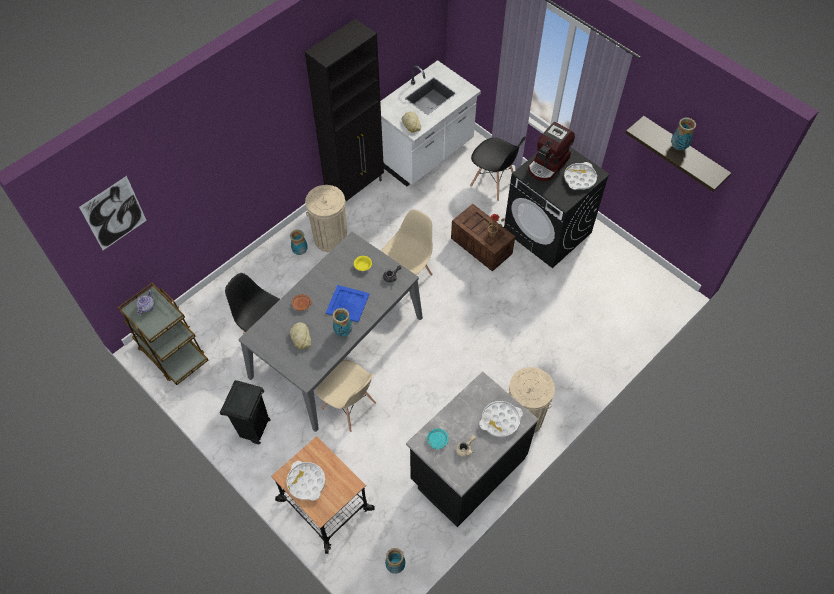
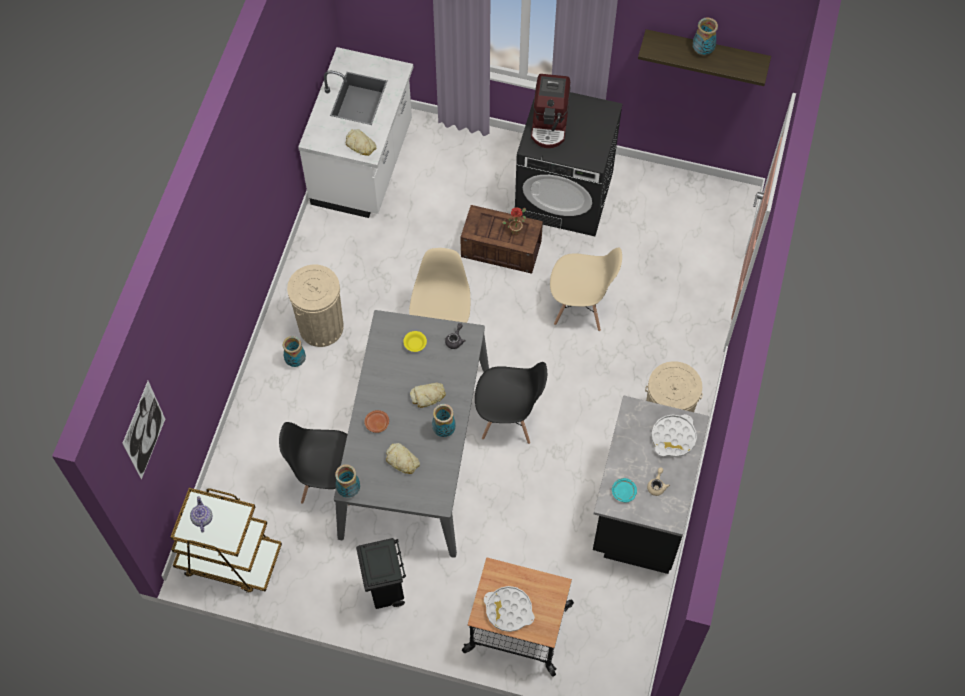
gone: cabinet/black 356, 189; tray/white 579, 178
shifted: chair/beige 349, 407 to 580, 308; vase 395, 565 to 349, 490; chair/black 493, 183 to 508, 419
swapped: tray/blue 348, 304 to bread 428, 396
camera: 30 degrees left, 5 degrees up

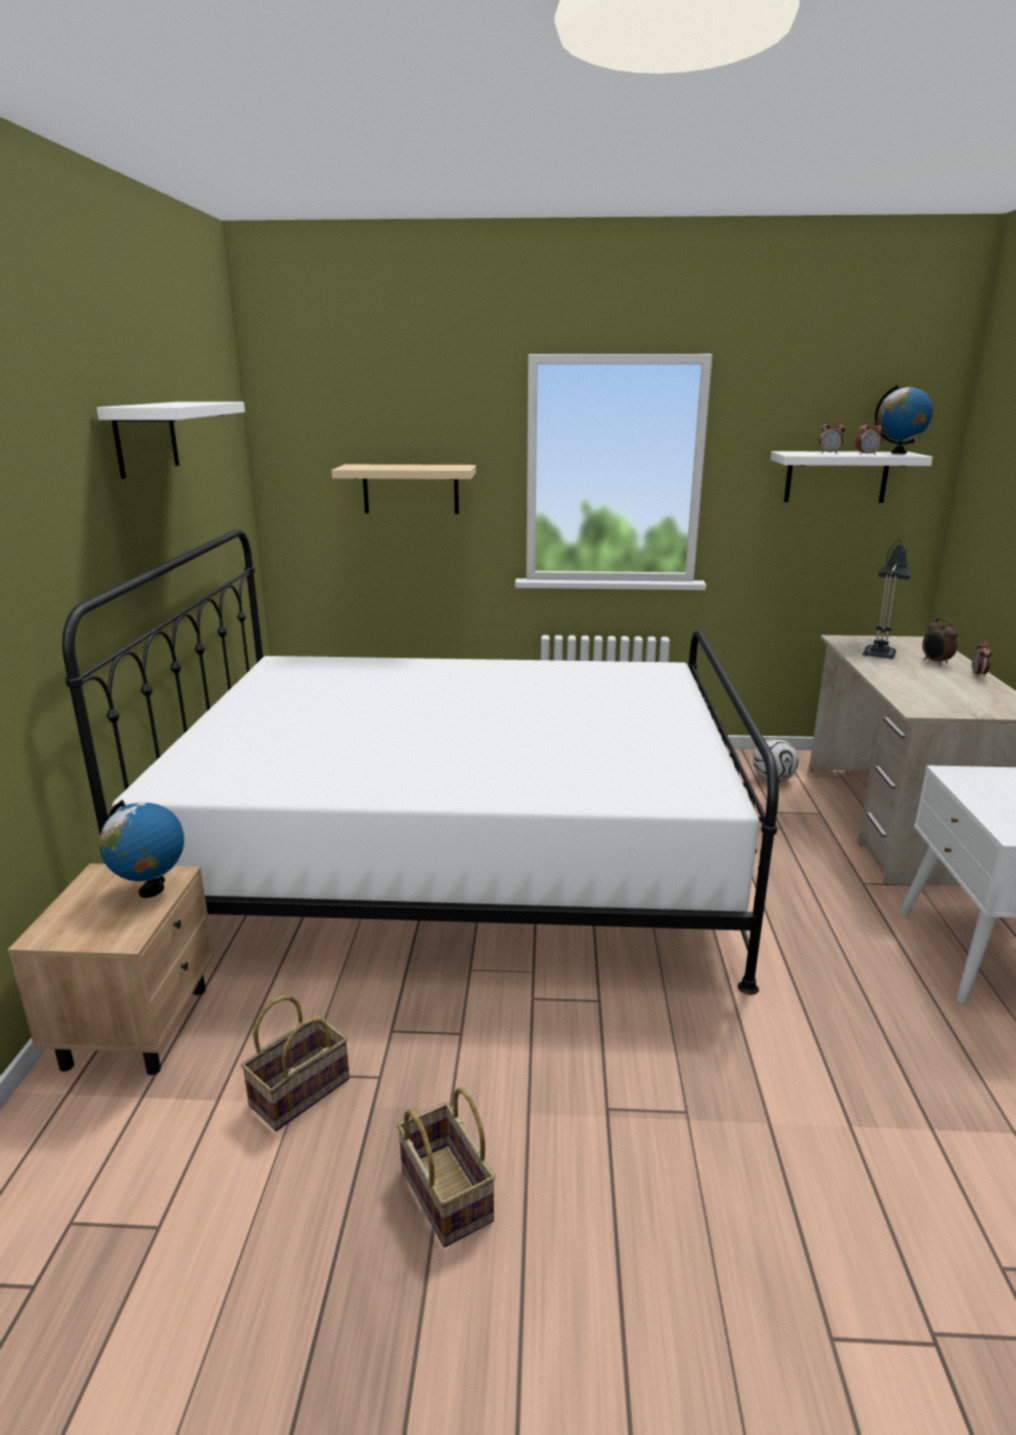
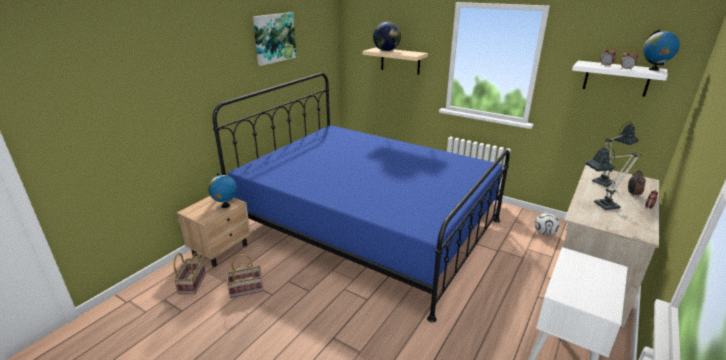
new: globe 386, 51; table lamp 601, 206
shifted: basket 443, 1193 to 192, 283
swapped: shelf/white 146, 438 to picture 274, 38
repainted: bed/white 459, 856 to bed/blue 367, 225
camera: 30 degrees right, 5 degrees up

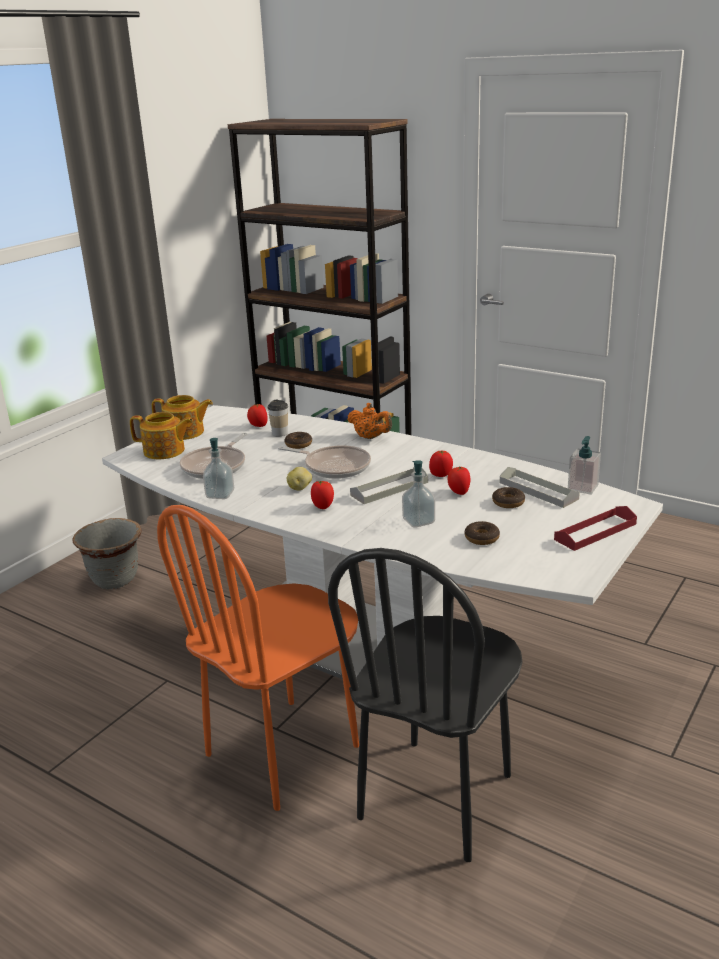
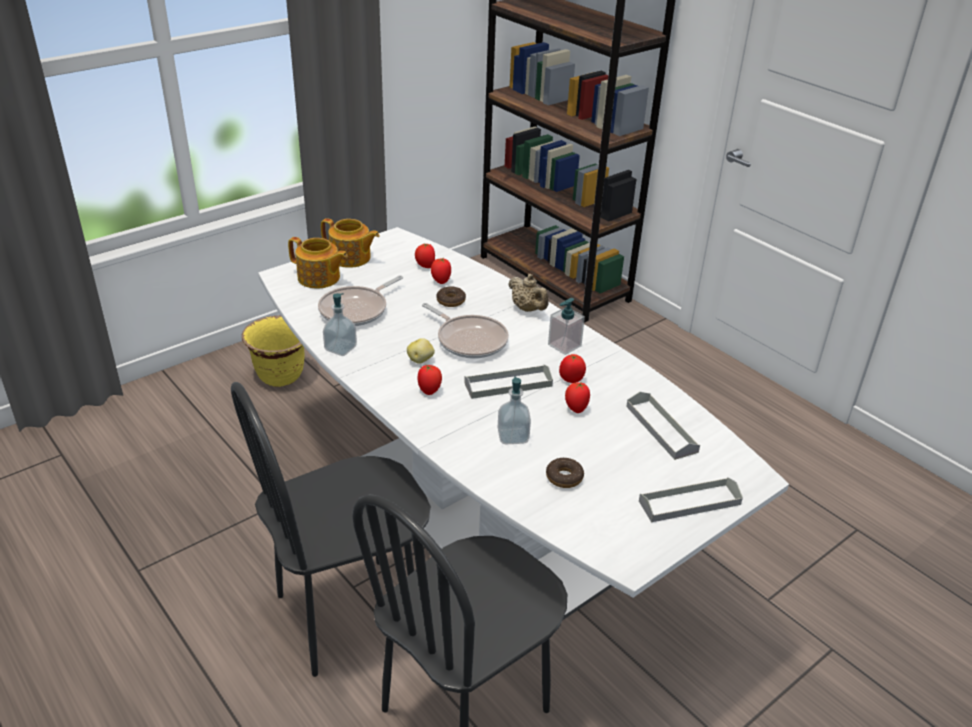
gone: donut 508, 502
shifted: soap dispenser 582, 487 to 564, 345
swapped: cup 280, 433 to tomato 440, 281
repainted: planter/grey 115, 579 to planter/yellow 281, 376; chair/orange 283, 751 to chair/black 348, 613; teapot/orange 370, 437 to teapot/beige 528, 309; tray/red 595, 532 to tray/grey 689, 503
camera: 15 degrees right, 10 degrees up

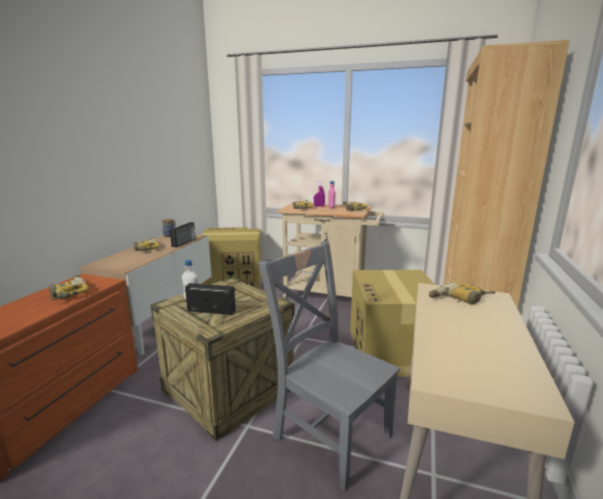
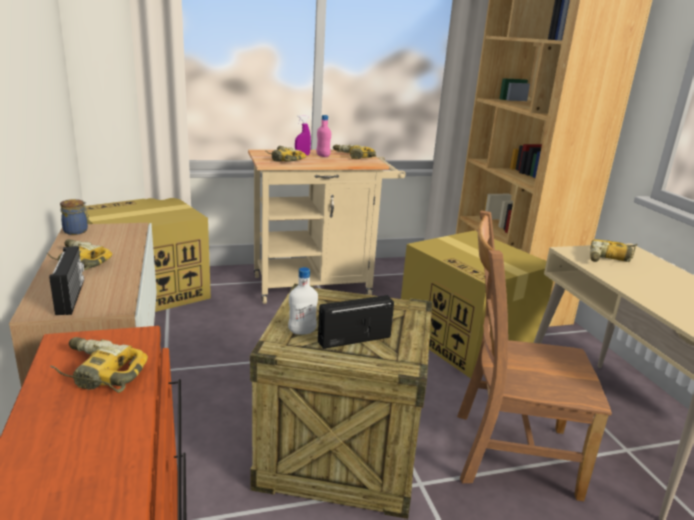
shifted: radio 184, 242 to 72, 297
repainted: chair/grey 329, 433 to chair/brown 508, 452
camera: 35 degrees left, 5 degrees up

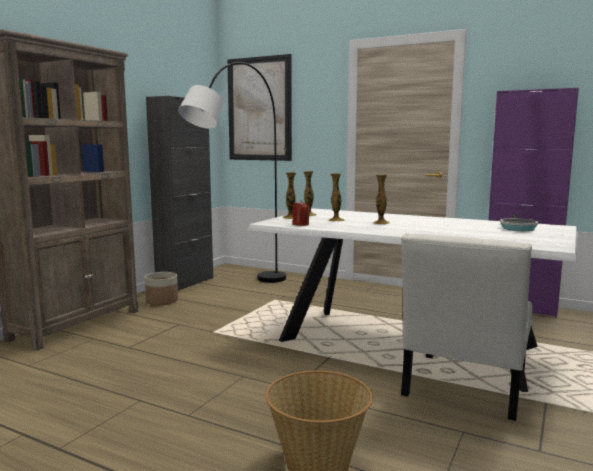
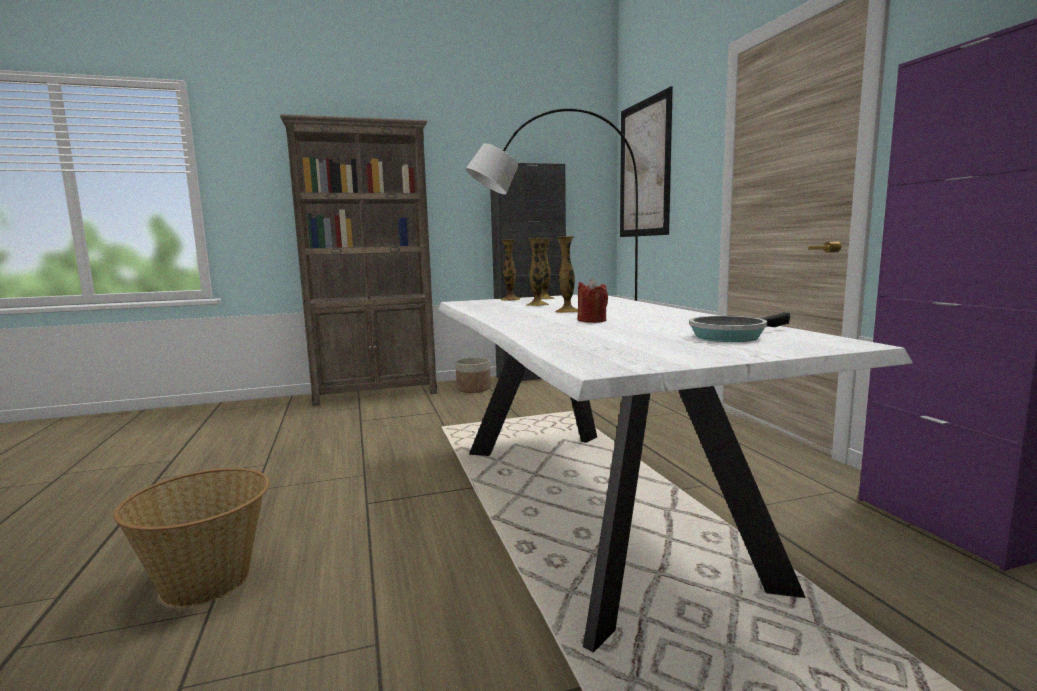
gone: chair/white 463, 388
shifted: candle/red 300, 224 to 592, 320
camera: 45 degrees right, 0 degrees up

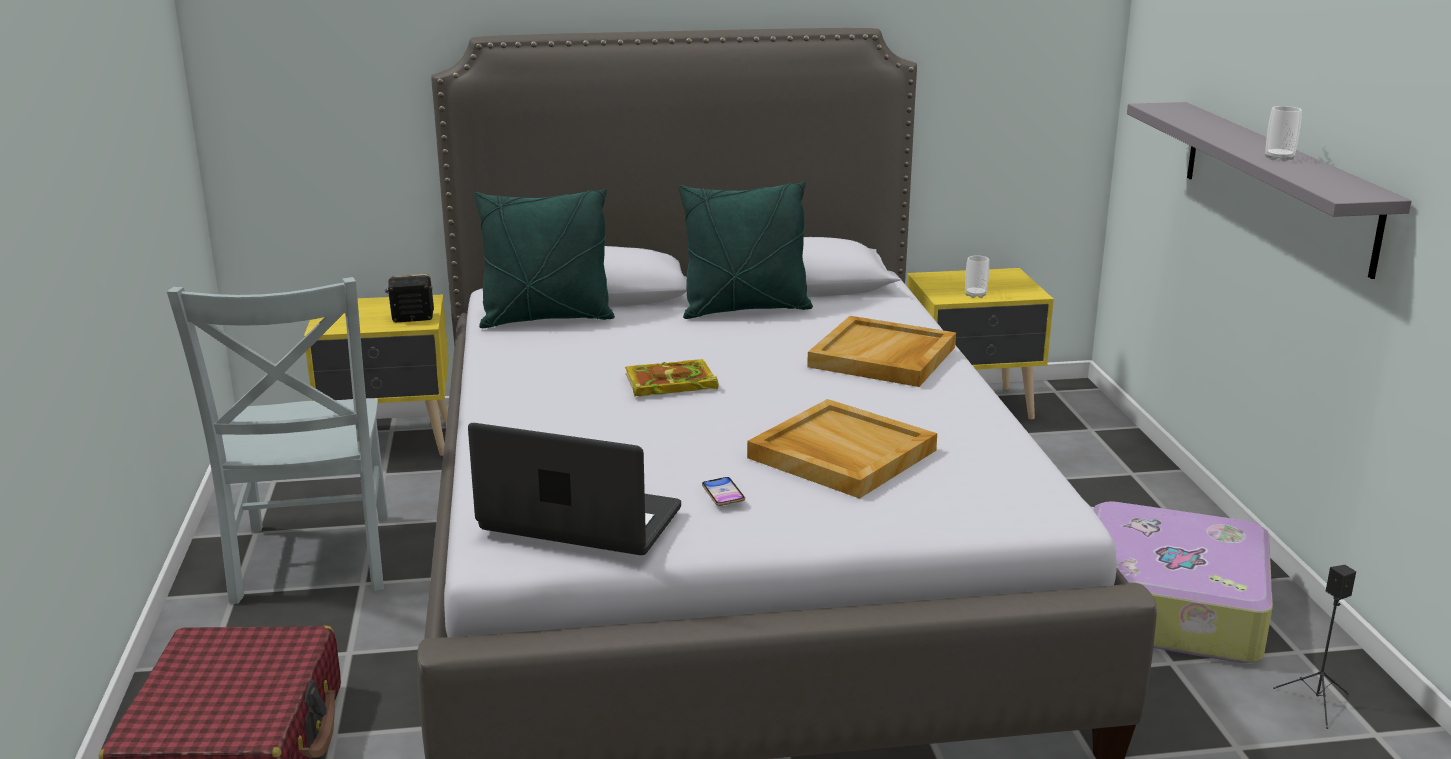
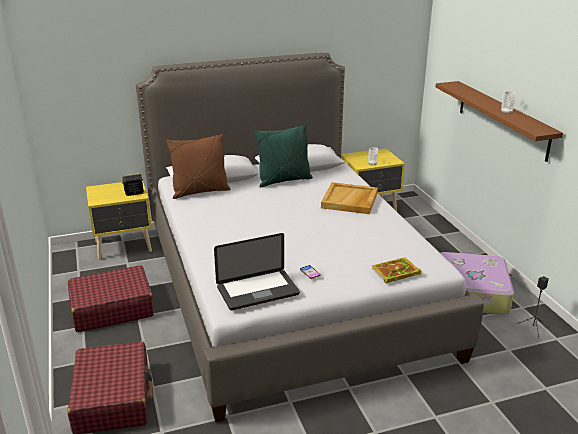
gone: tray/beige 840, 454
shifted: book 668, 384 to 395, 273
swapped: chair/grey 312, 562 to suitcase/red 111, 308
repainted: pillow/green 546, 319 to pillow/brown 200, 192; shelf/grey 1276, 183 to shelf/brown 502, 119
rotated: laptop 580, 520 = 258, 291 150 degrees clockwise
camera: 10 degrees left, 5 degrees up

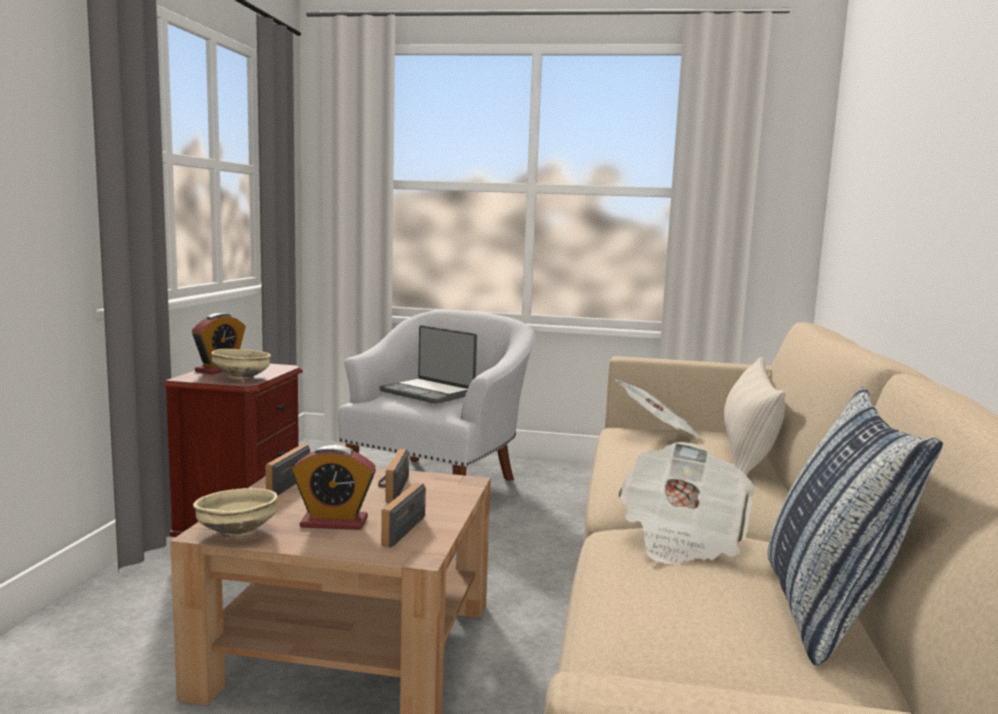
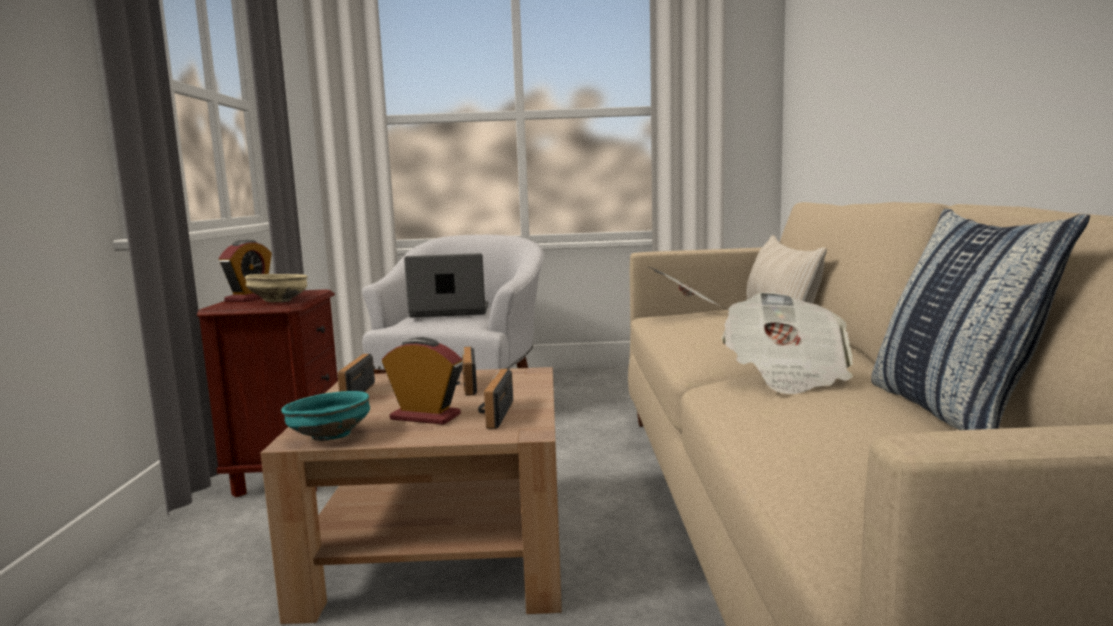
repainted: bowl/beige 237, 532 to bowl/turquoise 329, 436
rotated: alarm clock 334, 522 = 425, 417 150 degrees counterclockwise; laptop 428, 392 = 449, 312 150 degrees clockwise
camera: 10 degrees left, 0 degrees up

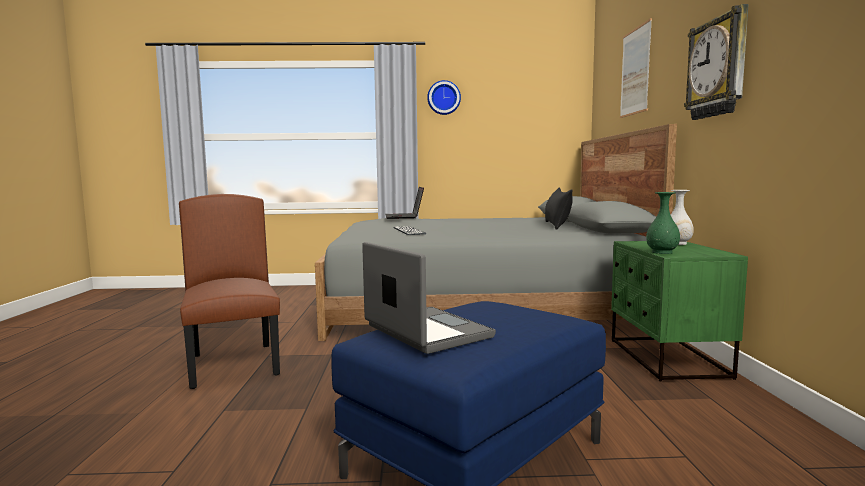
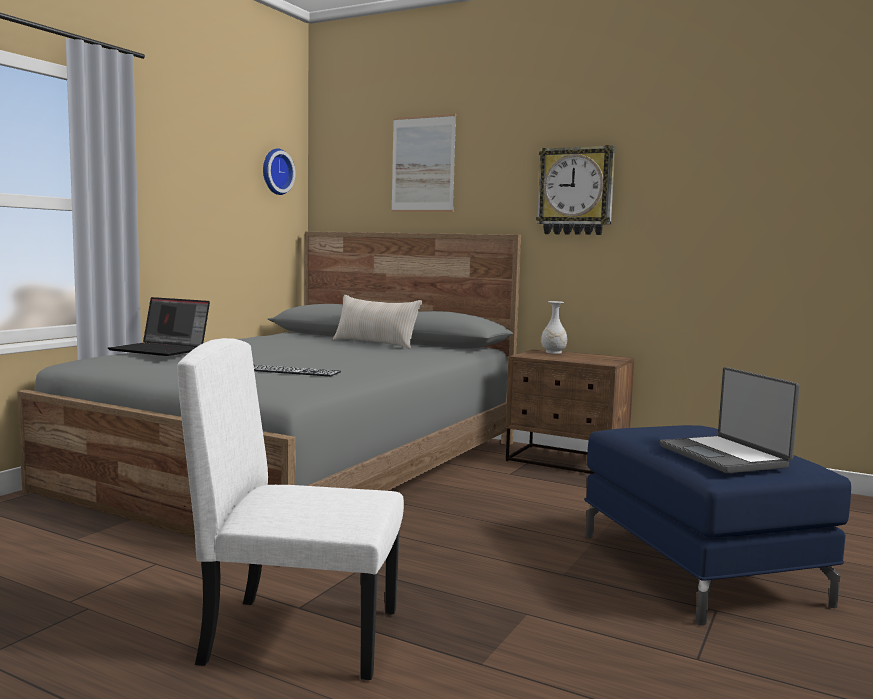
gone: vase/green 662, 252
shifted: wall clock 443, 98 to 275, 171
repainted: chair/brown 235, 364 to chair/white 302, 636; pillow/black 557, 225 to pillow/beige 375, 343; nightstand/green 666, 358 to nightstand/brown 567, 461
rotated: laptop 425, 332 = 725, 456 105 degrees counterclockwise
camera: 60 degrees left, 0 degrees up

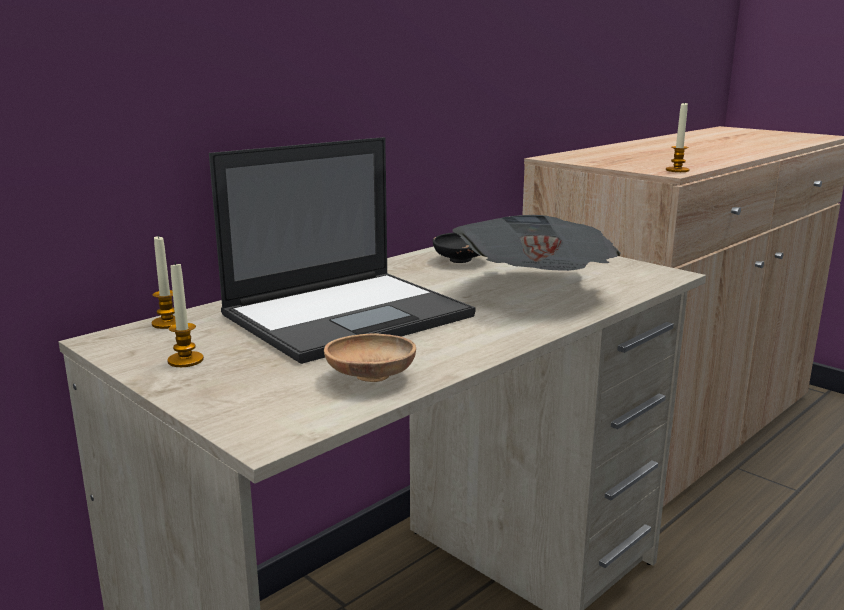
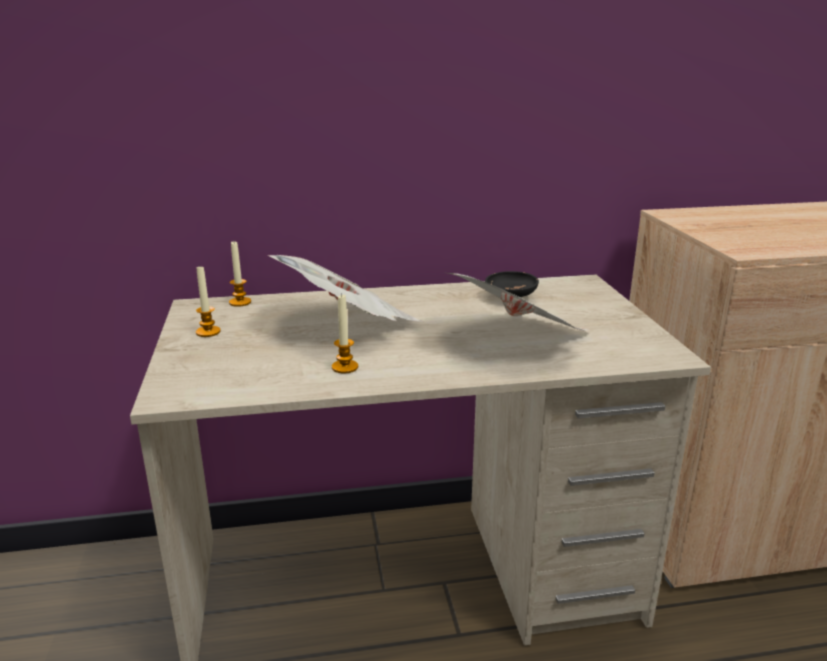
gone: bowl/brown 370, 377
shifted: candle 677, 170 to 345, 367
swapped: laptop 350, 314 to newspaper 350, 325
camera: 35 degrees right, 5 degrees up

